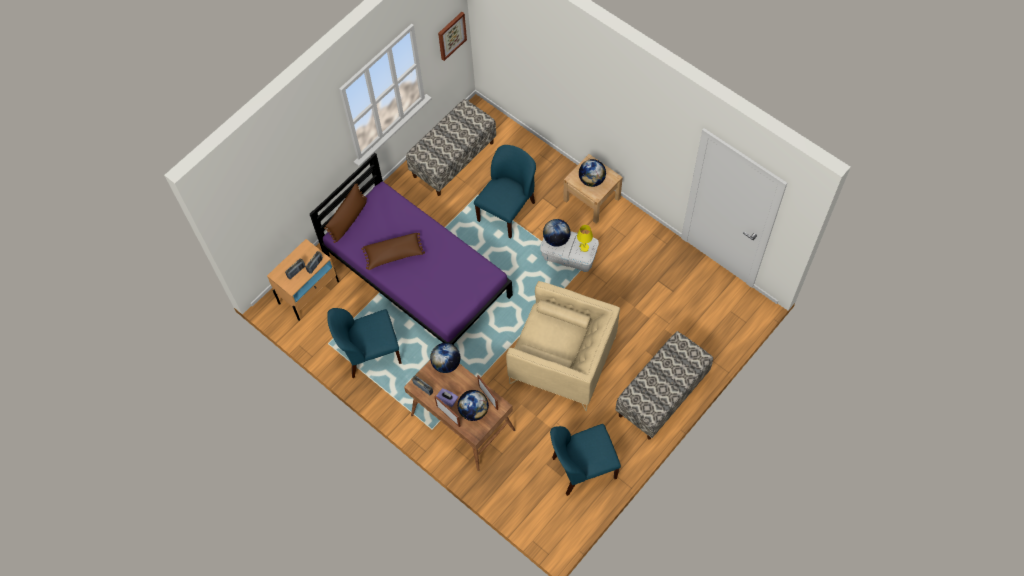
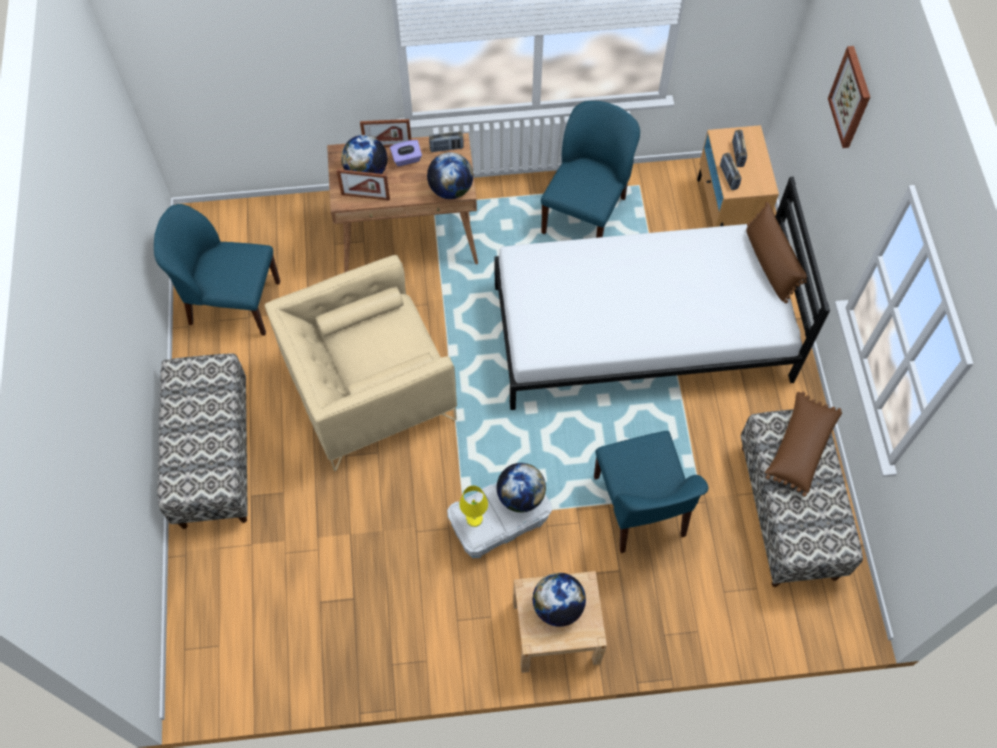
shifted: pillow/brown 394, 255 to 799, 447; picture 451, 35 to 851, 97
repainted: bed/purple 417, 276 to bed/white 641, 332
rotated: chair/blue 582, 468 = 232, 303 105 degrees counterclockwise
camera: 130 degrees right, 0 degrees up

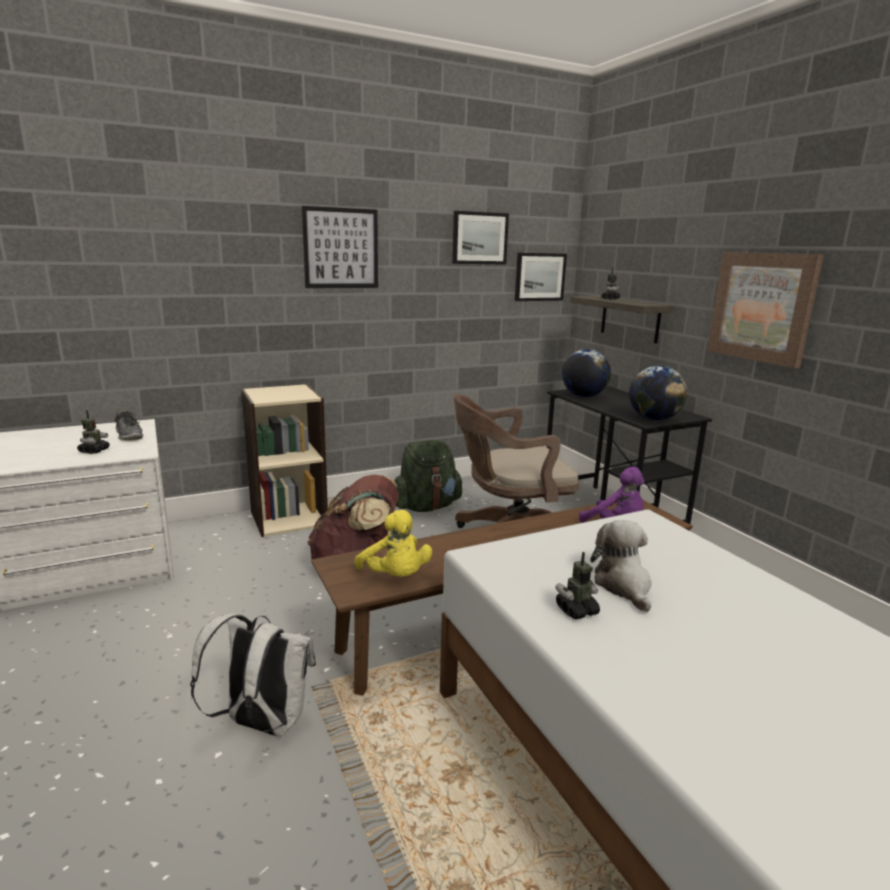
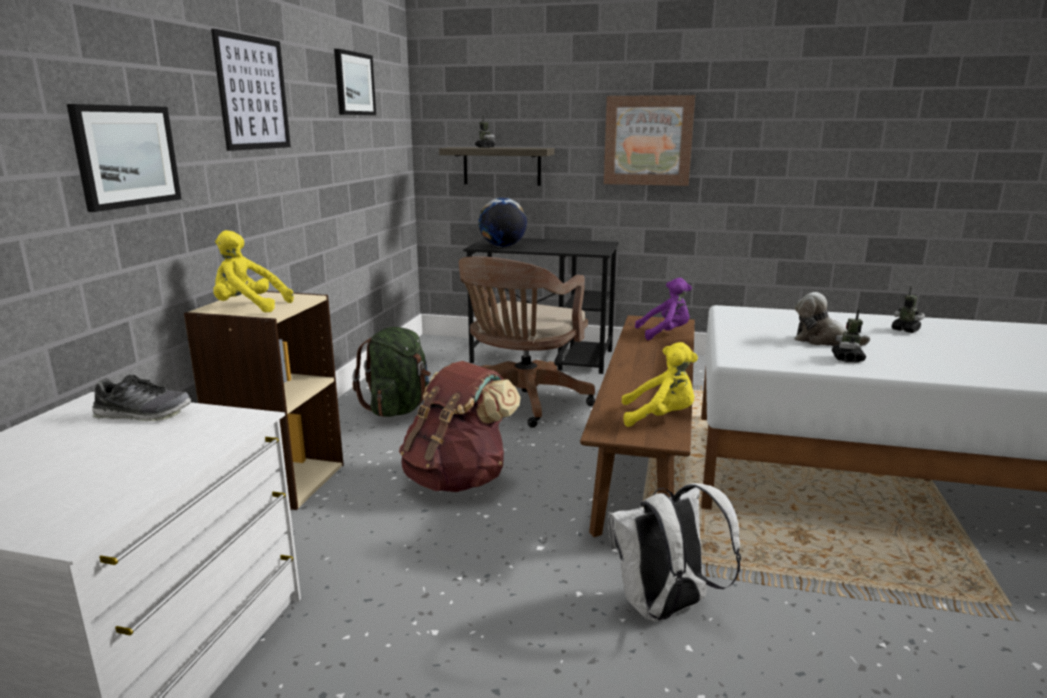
gone: globe 654, 419
new: plush toy/yellow 248, 308
shifted: toy robot 94, 451 to 905, 330; picture 539, 277 to 126, 156
camera: 50 degrees left, 0 degrees up

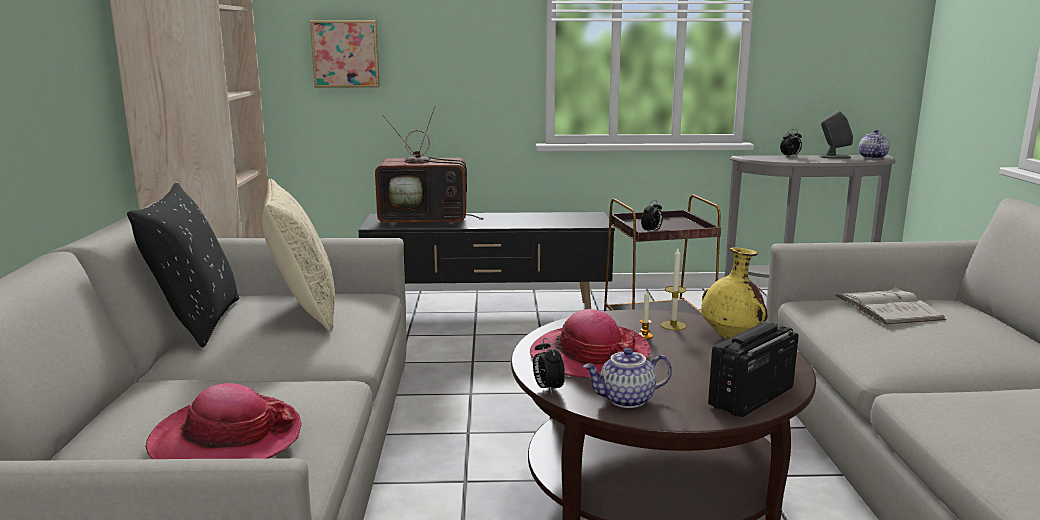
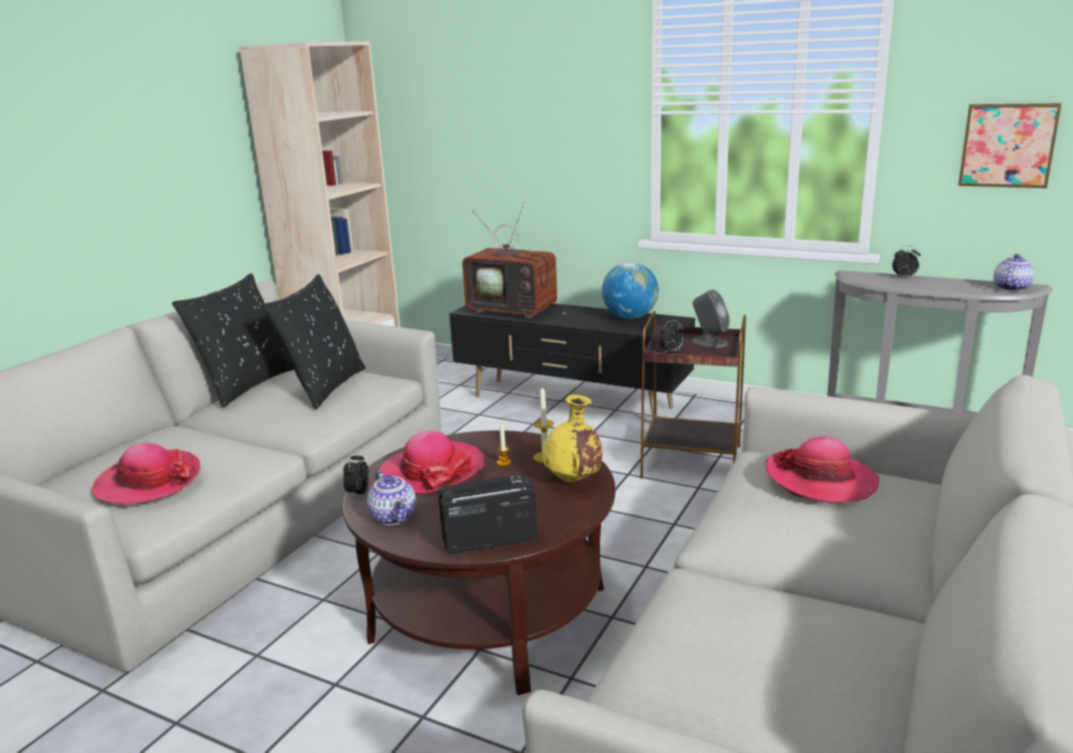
new: globe 630, 318
shifted: picture 346, 54 to 1007, 145; speaker/grey 834, 157 to 709, 342
swapped: book/white 888, 307 to hat 820, 479
repainted: pillow/beige 304, 311 to pillow/black 324, 387
rotated: teapot 626, 400 = 395, 517 135 degrees counterclockwise
camera: 30 degrees right, 5 degrees up

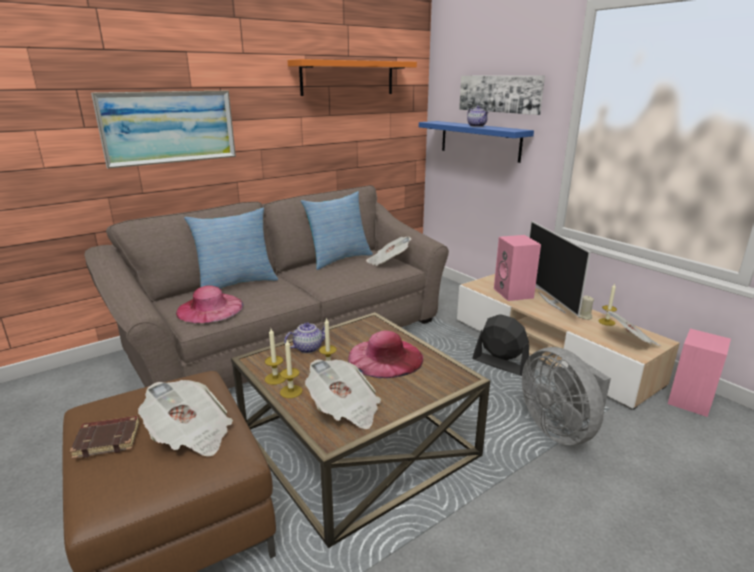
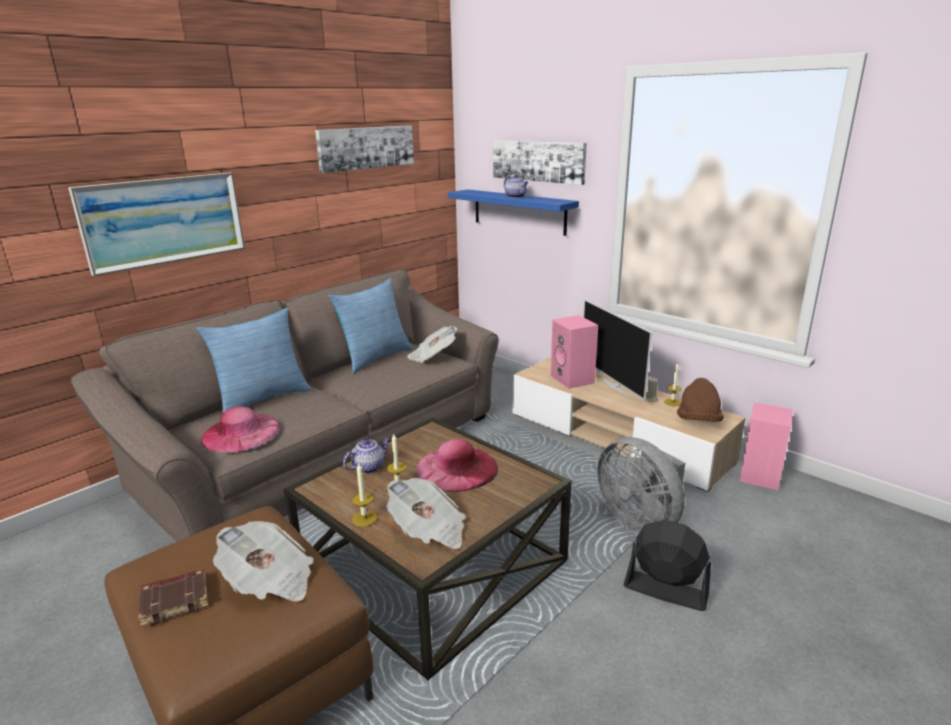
gone: candle 275, 378
shifted: fan/black 499, 364 to 665, 590
swapped: shelf/orange 348, 78 to picture 366, 147; newspaper 630, 341 to hat/brown 698, 421
camera: 10 degrees left, 0 degrees up

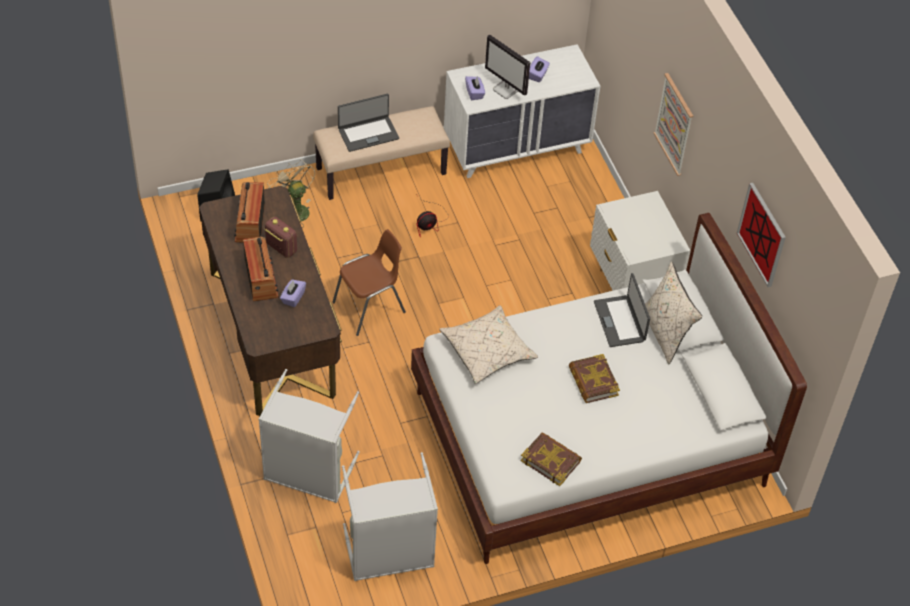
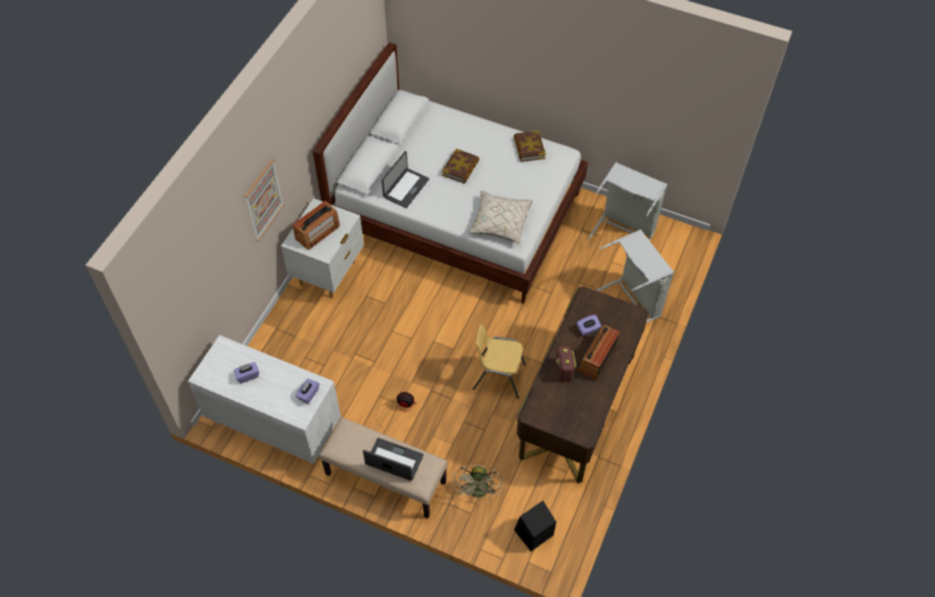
gone: monitor 506, 90; pillow/beige 665, 333; picture 762, 234
shifted: radio 250, 222 to 317, 232
repainted: chair/brown 370, 308 to chair/yellow 498, 377
camera: 135 degrees left, 5 degrees up

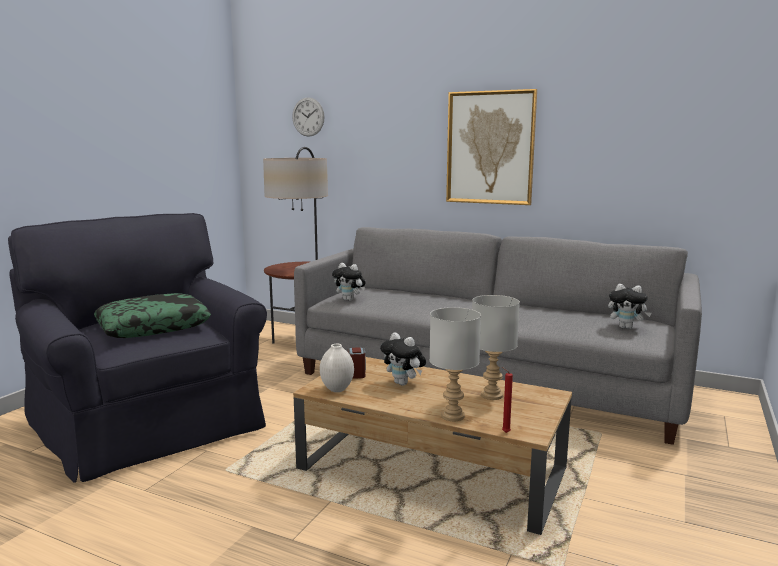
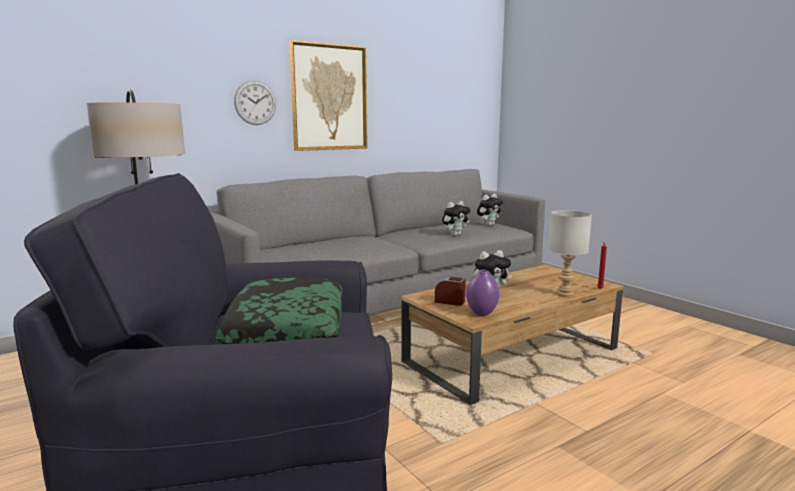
gone: table lamp/grey 491, 395
shifted: wall clock 308, 117 to 255, 103; plush toy 350, 300 to 455, 235
repainted: vase/white 337, 389 to vase/purple 481, 313
camera: 60 degrees left, 0 degrees up

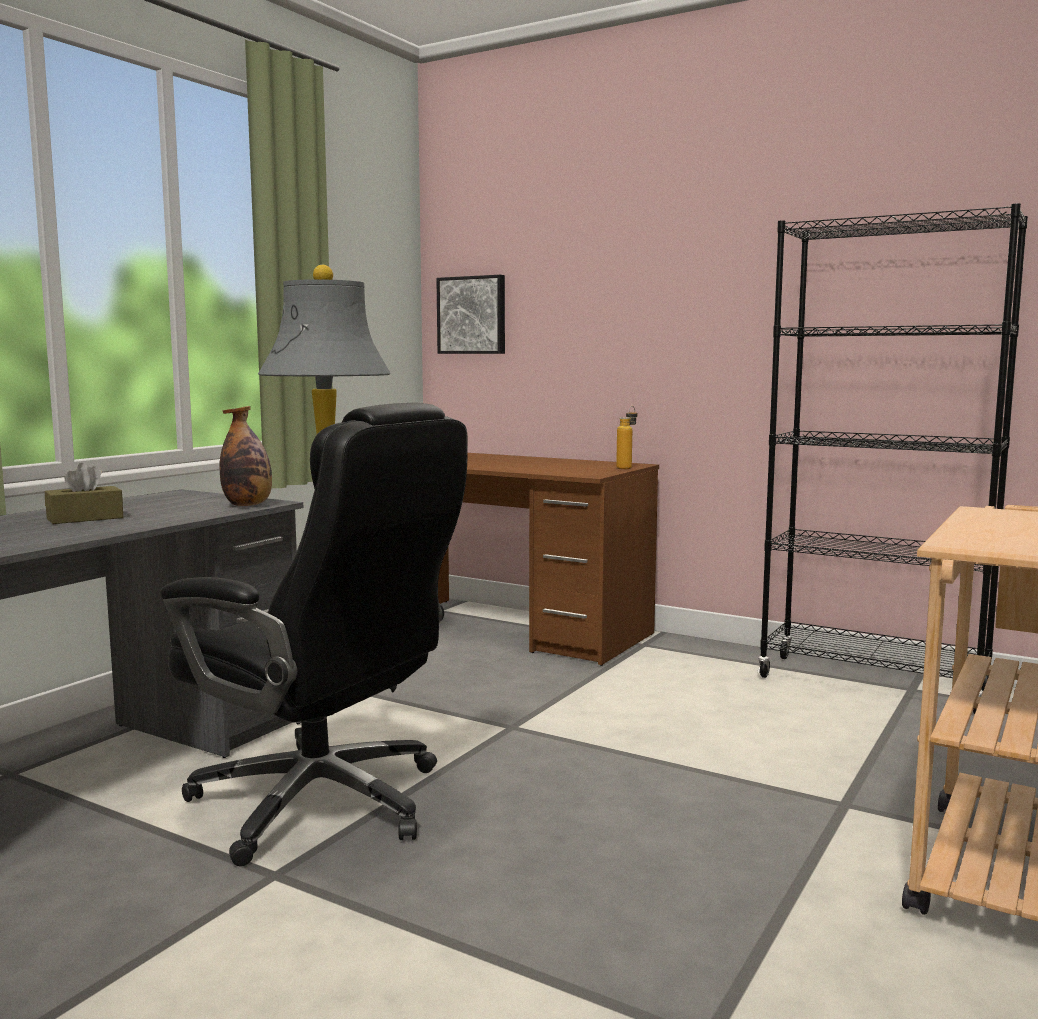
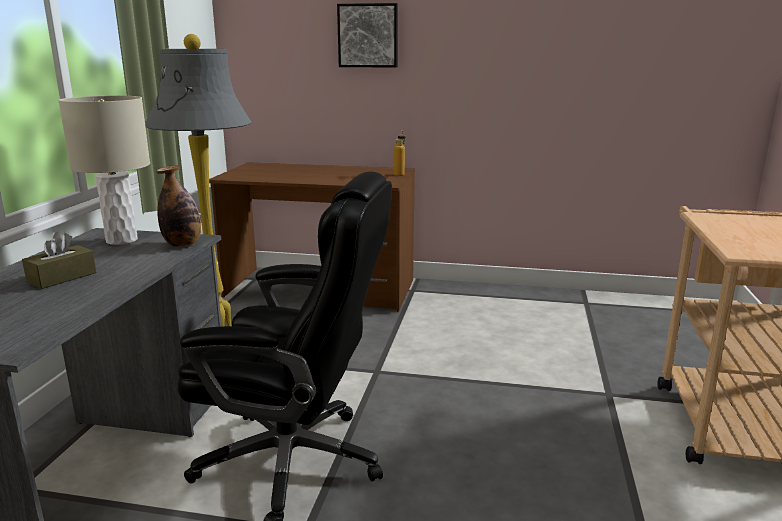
gone: bookcase/black 873, 684
new: table lamp/beige 122, 240
shifted: picture 472, 315 to 368, 35
camera: 20 degrees left, 10 degrees up

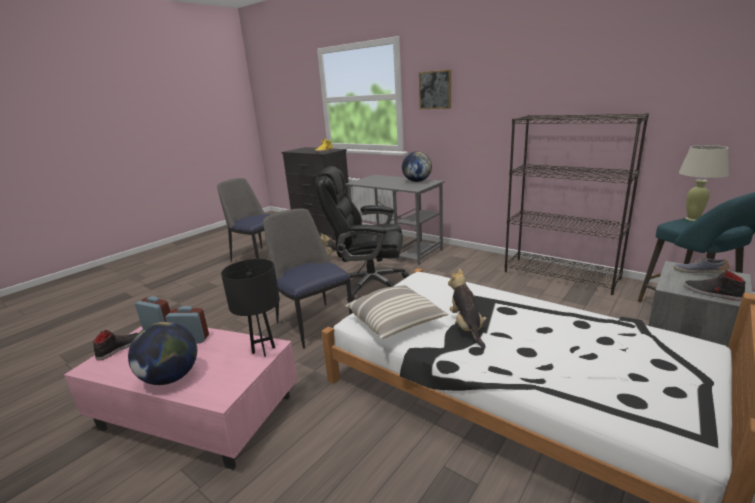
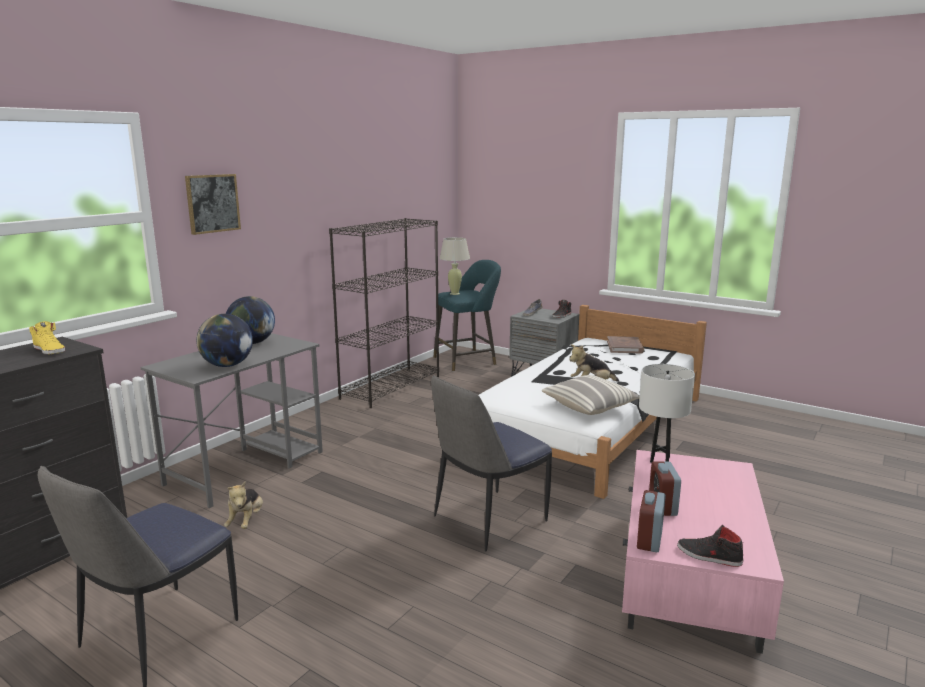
gone: office chair/black 369, 285
new: book/brown 625, 347
shifted: globe 171, 378 to 227, 365
repainted: table lamp/black 263, 350 to table lamp/white 659, 460
camera: 95 degrees left, 5 degrees down

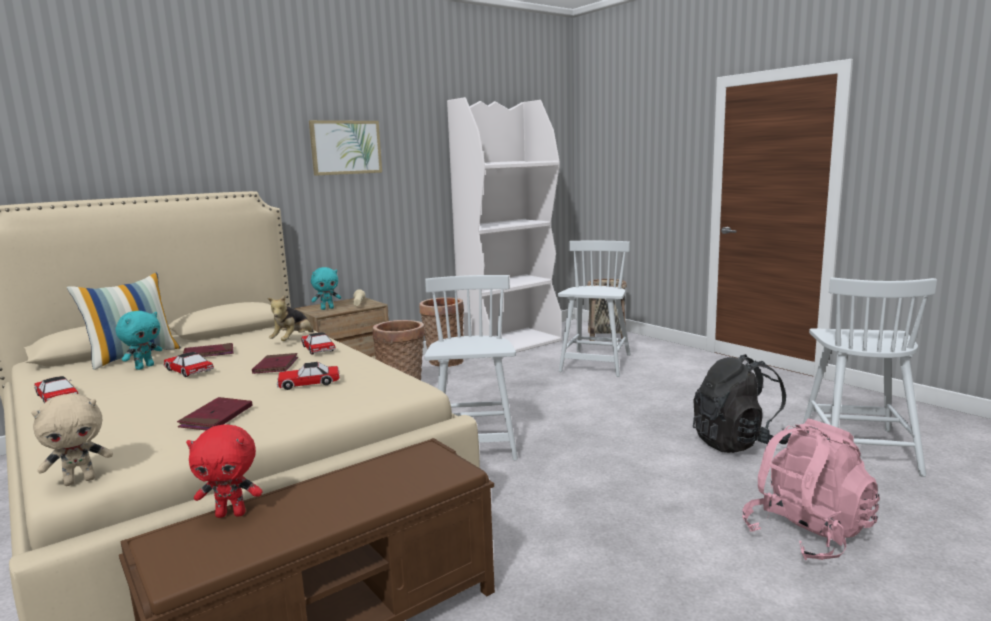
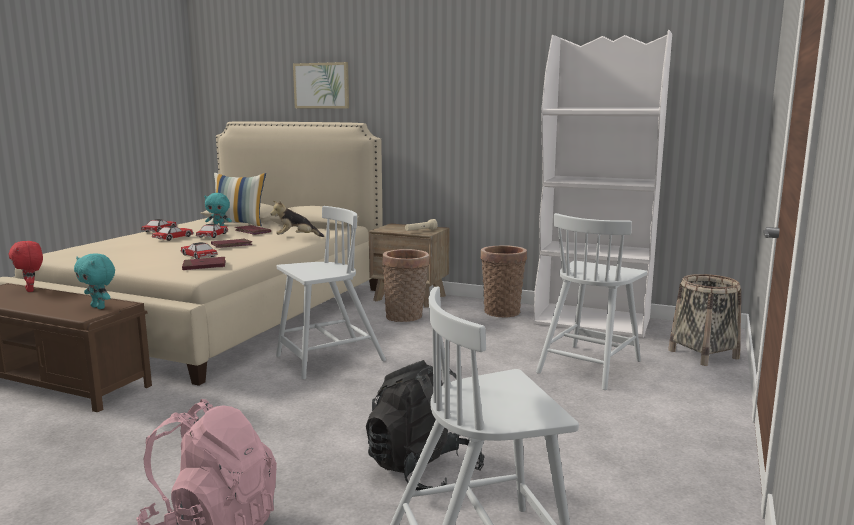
gone: plush toy/beige 80, 481
shifted: book/red 216, 417 to 204, 266; toy car 318, 349 to 173, 238; picture 346, 147 to 321, 85; plush toy/turquoise 327, 308 to 99, 307
rotated: chair/white 596, 364 = 589, 366 135 degrees clockwise
camera: 60 degrees right, 0 degrees up

